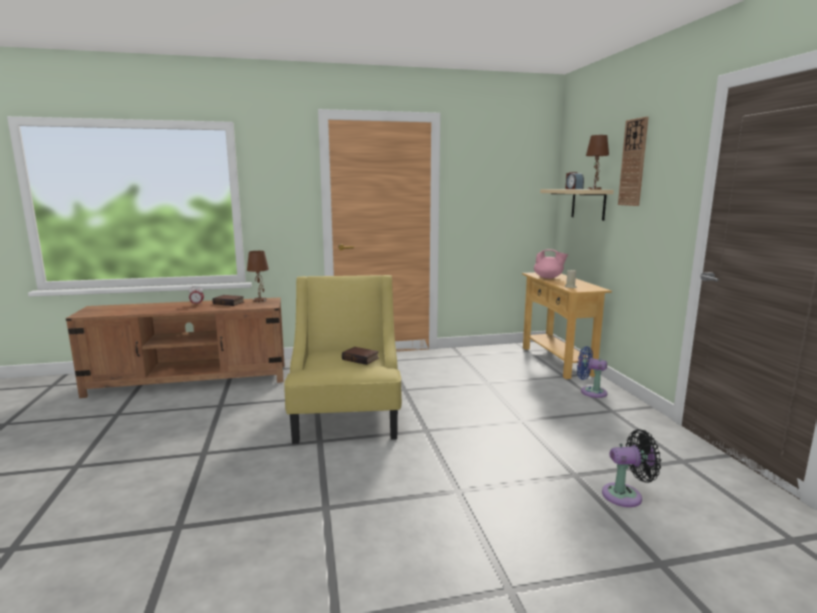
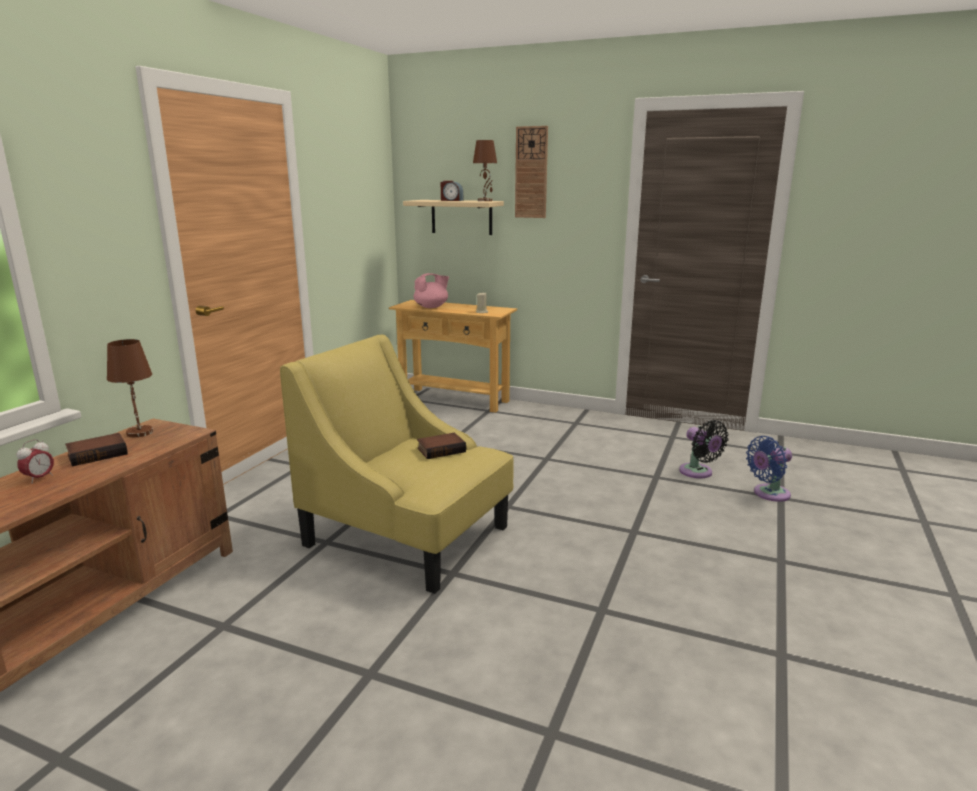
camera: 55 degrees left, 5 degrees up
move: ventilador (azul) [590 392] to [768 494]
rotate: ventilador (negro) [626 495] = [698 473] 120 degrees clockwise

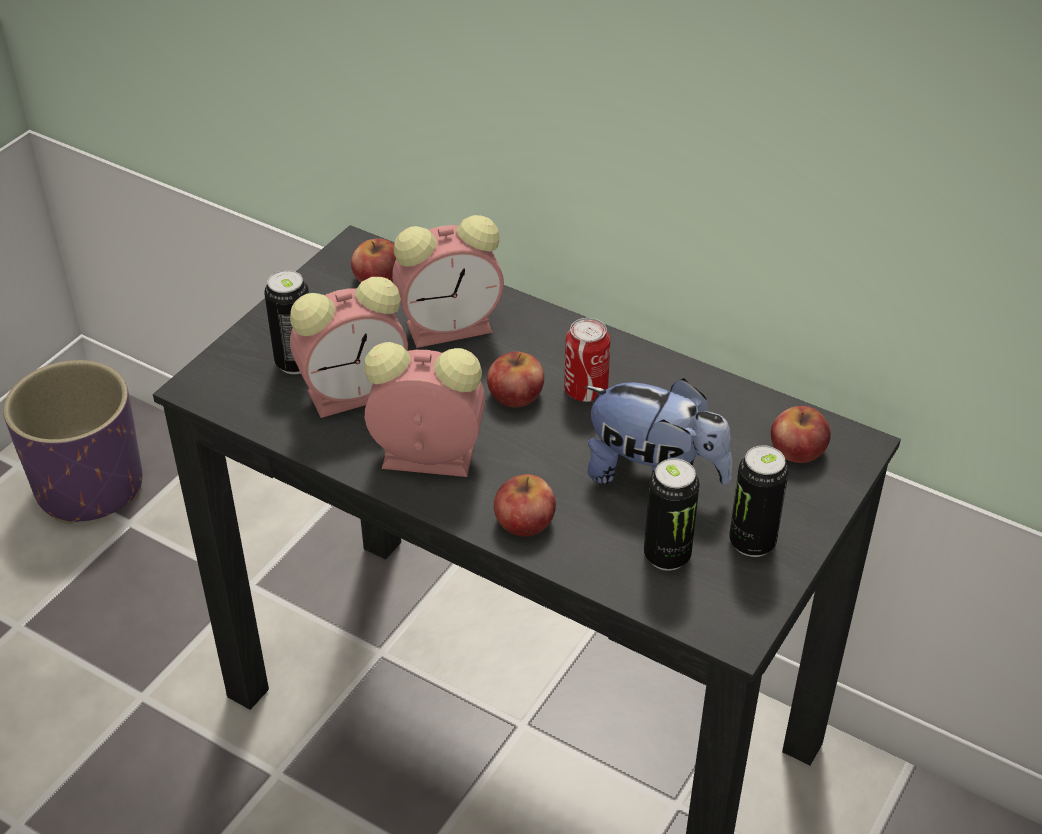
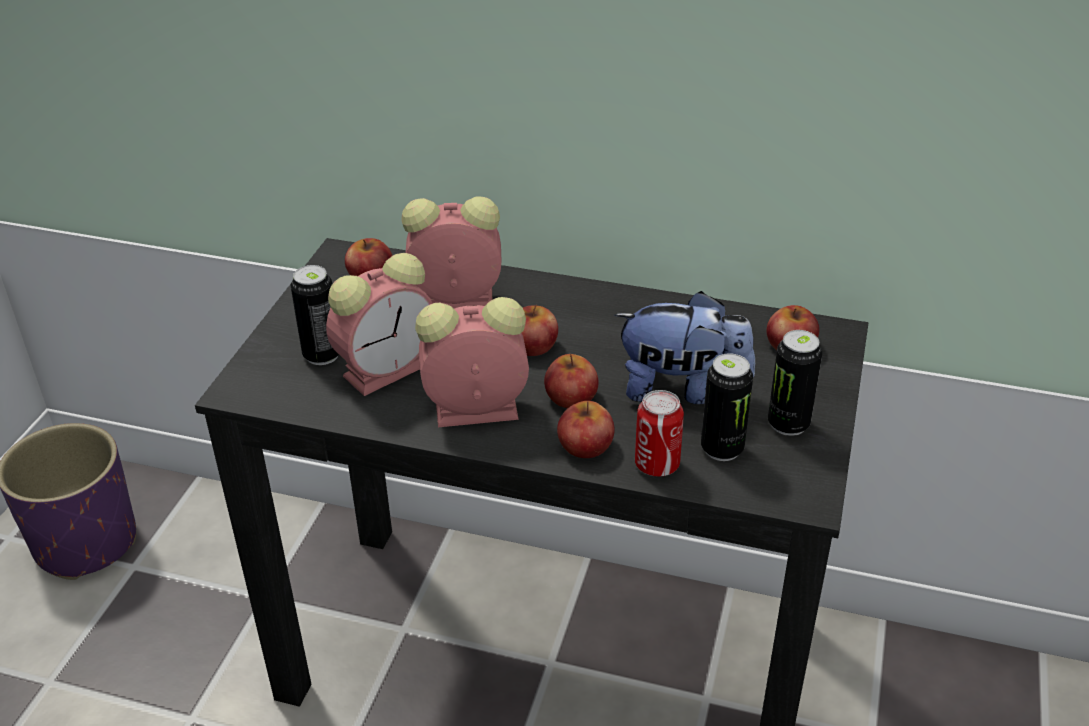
camera: 15 degrees left, 5 degrees down
insert: manzana [571 396]
move: lata [586 390] to [657 464]
rotate: despertador [452 326] = [453 301] 150 degrees counterclockwise

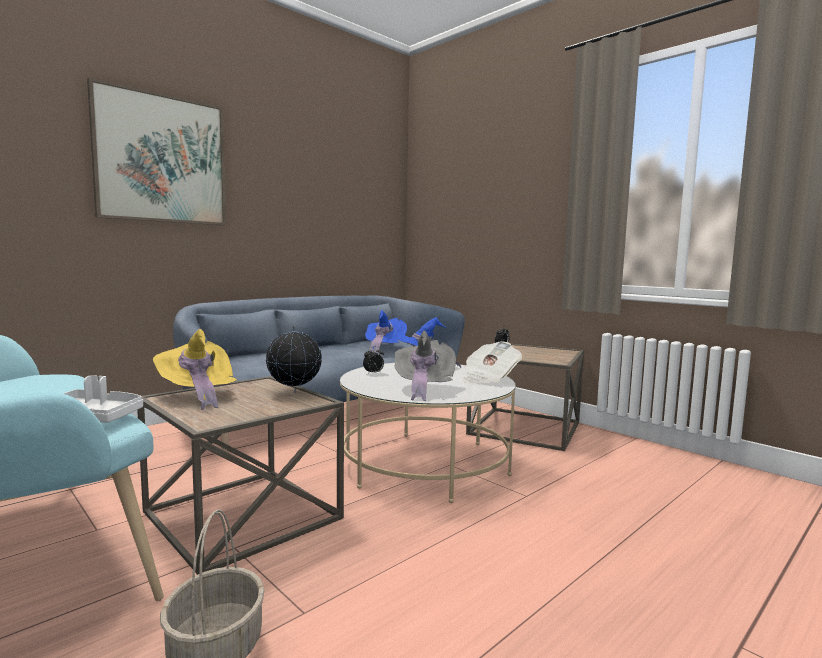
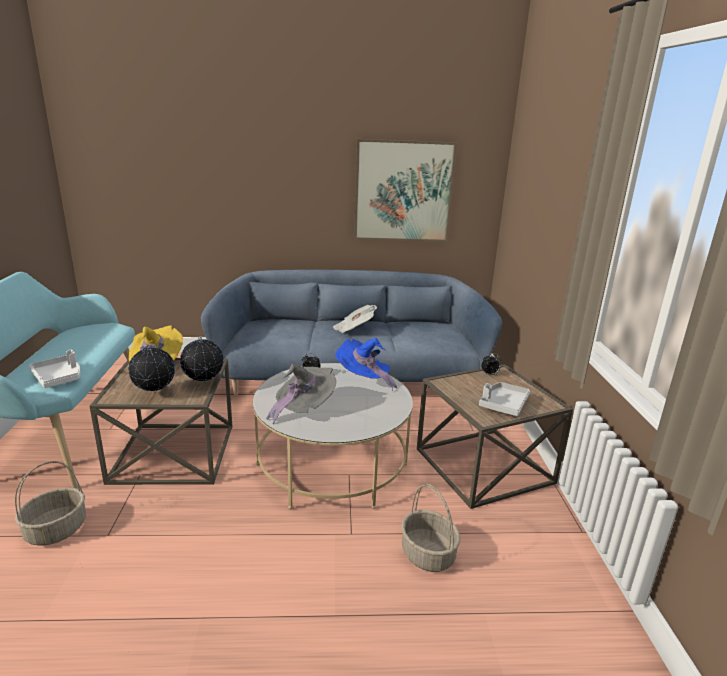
camera: 40 degrees right, 15 degrees up
delete: sombrero (azul) [383 349]
insert: globo terráqueo [155 394]; bandeja (gris) [503 405]; cesta [428 555]
move: cuadro [162 159] to [403 191]; periódico [488 379] to [354 329]

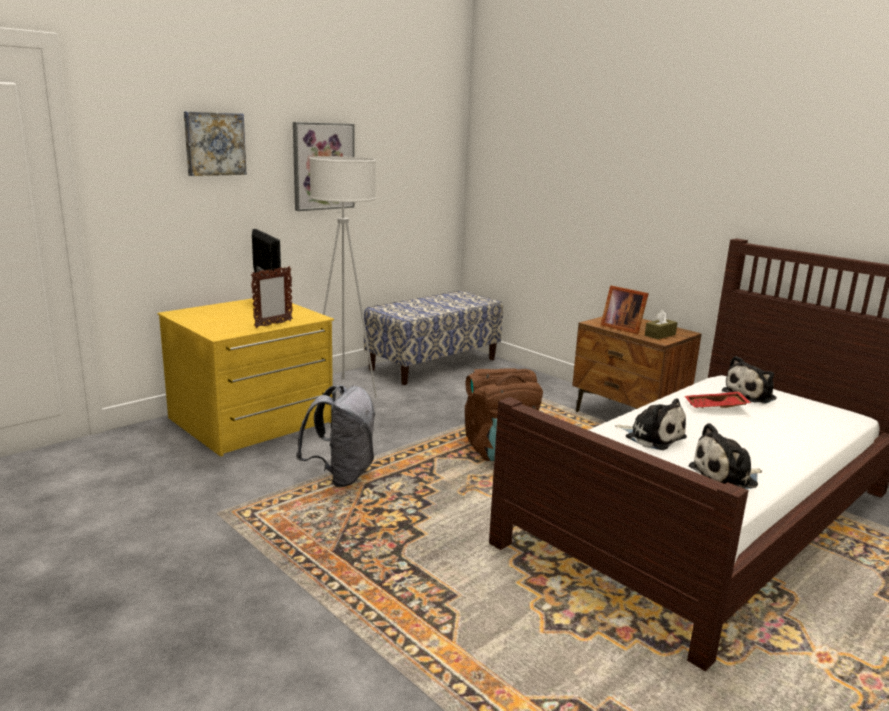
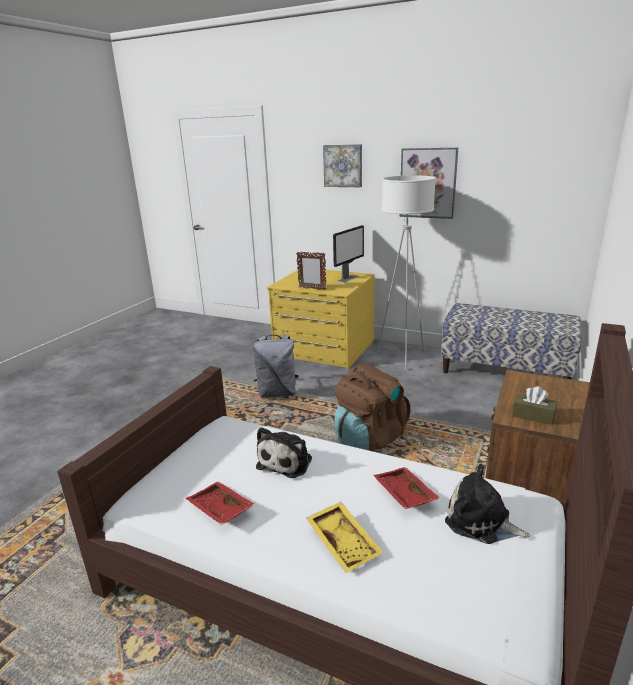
camera: 70 degrees right, 5 degrees up
delete: portarretratos [621 328]
insert: bandeja (amarillo) [344 542]
replace: peluche [726 477] to bandeja (rojo) [219 510]

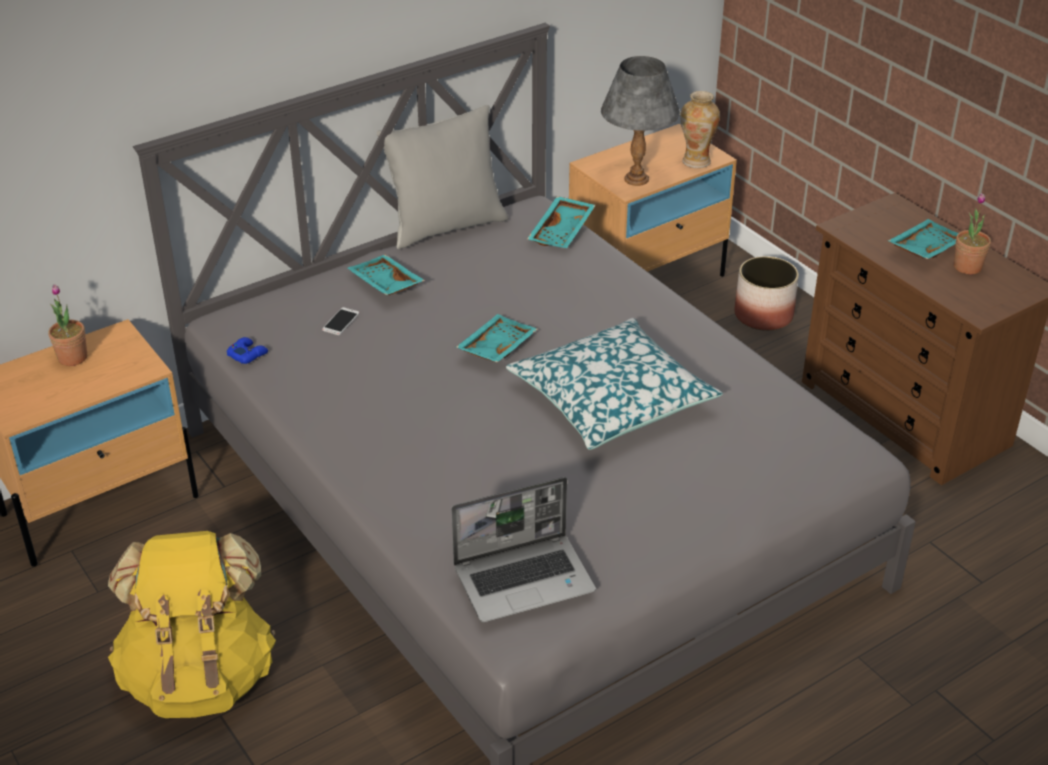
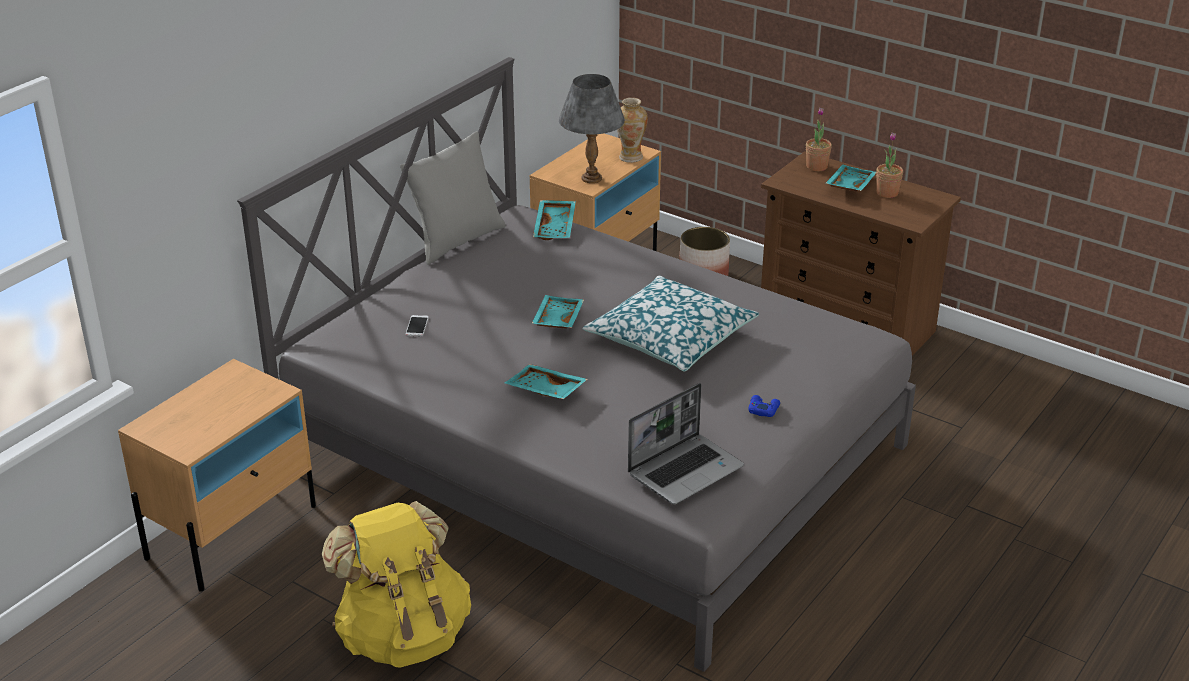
camera: 20 degrees left, 5 degrees down
move: bandeja (turquesa) [384 284] to [545 391]; planta en maceta [72 357] to [816 166]; mando de consola (azul) [247 354] to [763 409]

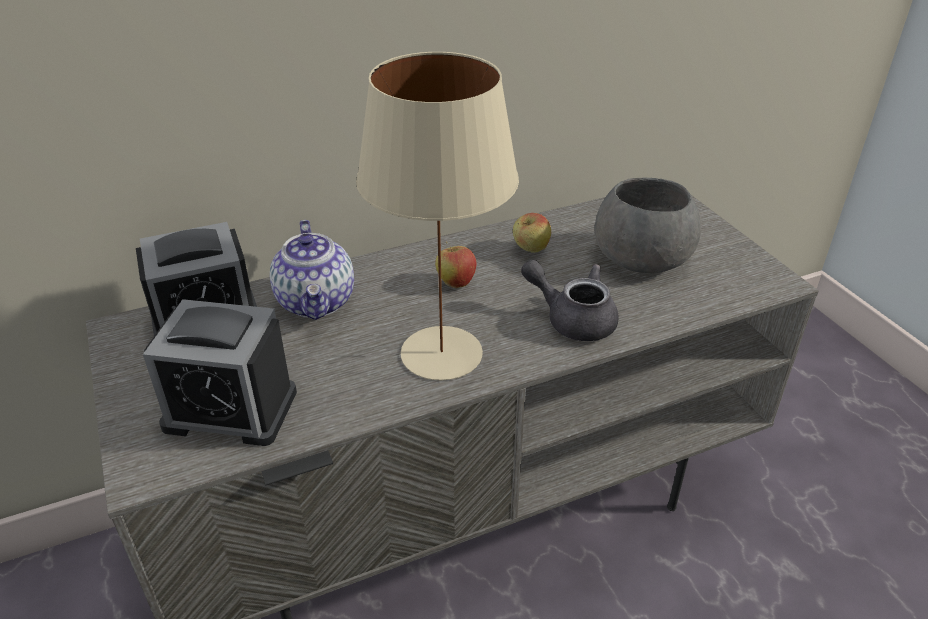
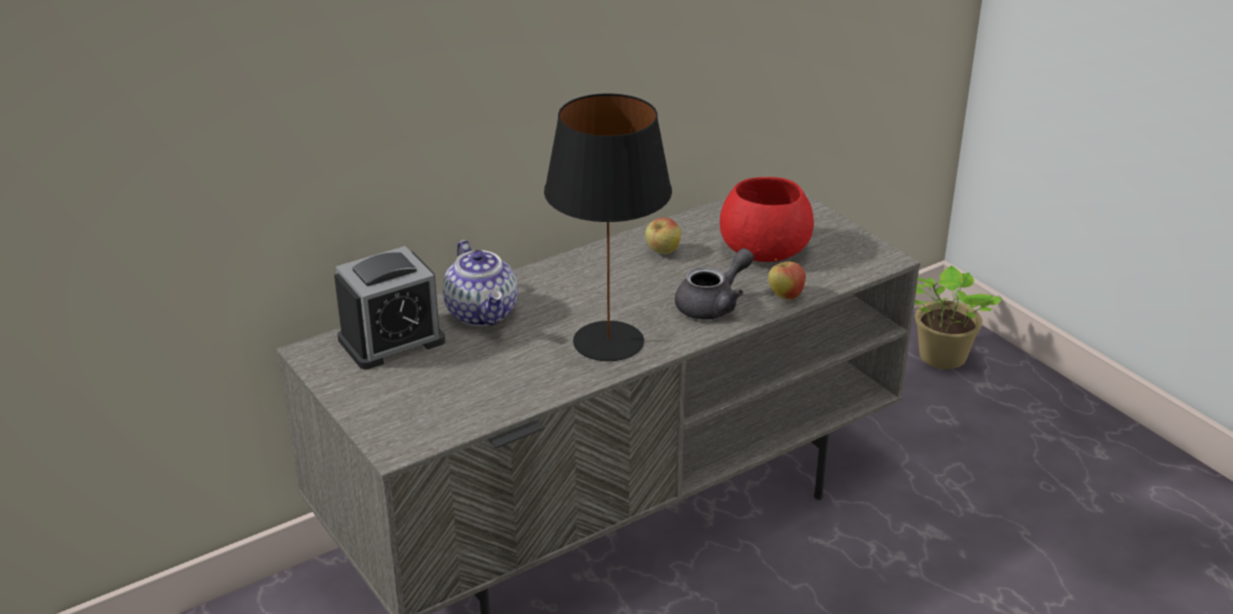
camera: 10 degrees left, 5 degrees down
delete: despertador [230 409]
insert: planta en maceta [939 358]
move: manzana [455 283] to [785 296]
recolor: lámpara de mesa (beis) [441 352] to lámpara de mesa (negro) [608 340]; cuenco (gris) [640 258] to cuenco (rojo) [762 250]
rotate: tetera (gris) [572 319] = [713 304] 120 degrees clockwise

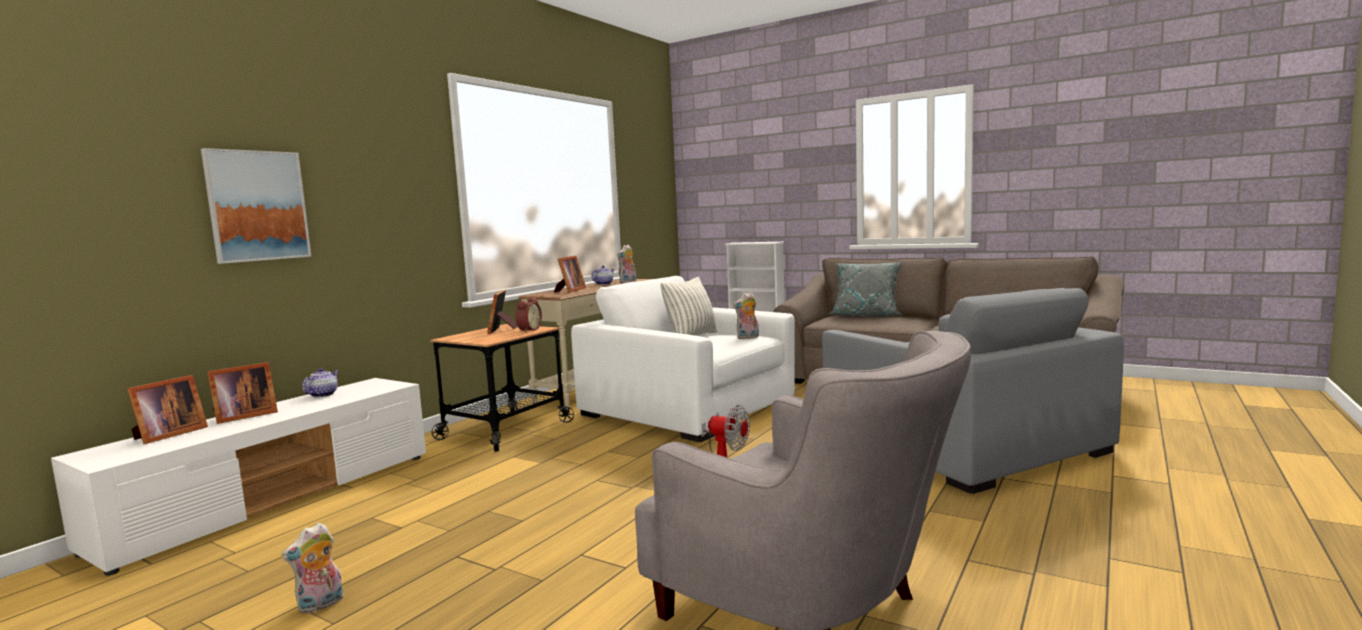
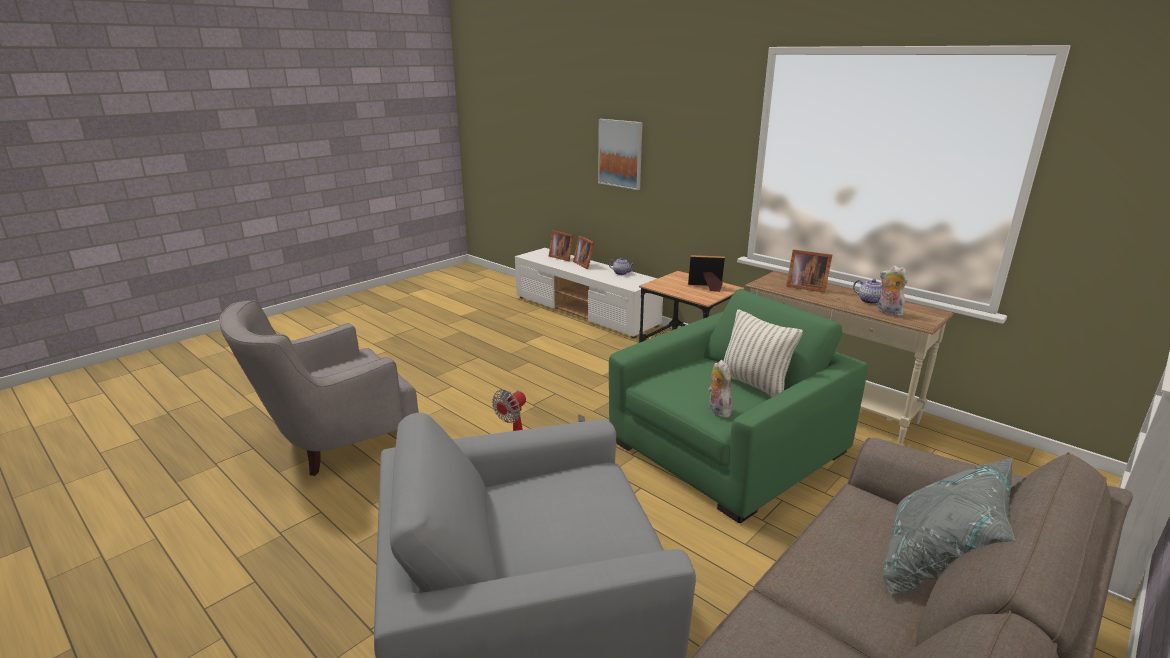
camera: 100 degrees right, 15 degrees up
delete: despertador [528 330]; peluche [320 605]
recolor: sillón (blanco) [688 409] to sillón (verde) [727 447]

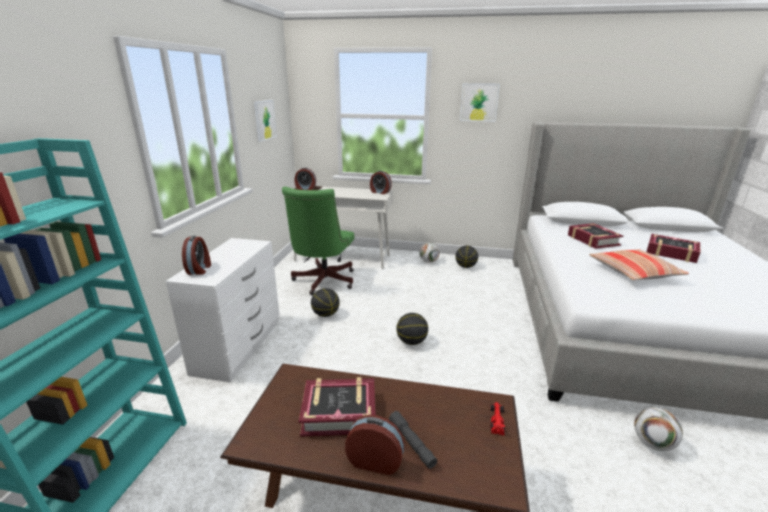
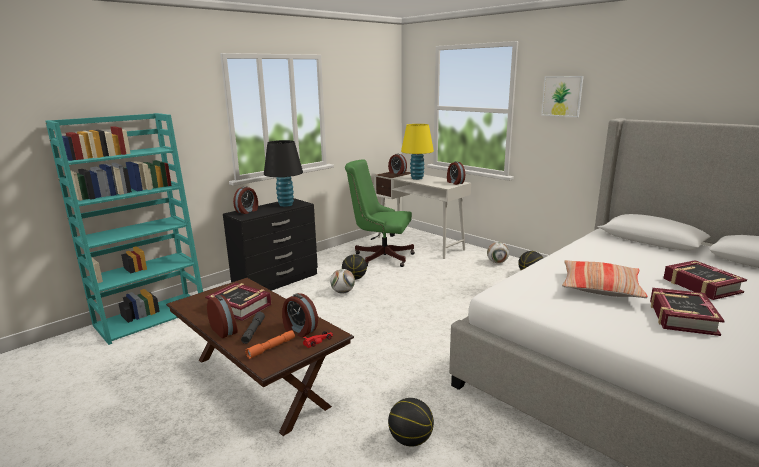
camera: 35 degrees right, 5 degrees down
delete: cuadro [264 120]
insert: lámpara de mesa (amarillo) [417 178]; lámpara de mesa (negro) [286 205]; despertador [299 330]; linterna (naranja) [271 348]
move: libro [593 240] to [681 317]; balón de baloncesto [411 341] to [410 439]; balón de fútbol [652 443] to [342 292]
recolor: cómoda (blanco) [239 346] to cómoda (negro) [277 281]
rotate: silla de oficina (verde) [322 282] = [380 257] 60 degrees clockwise

